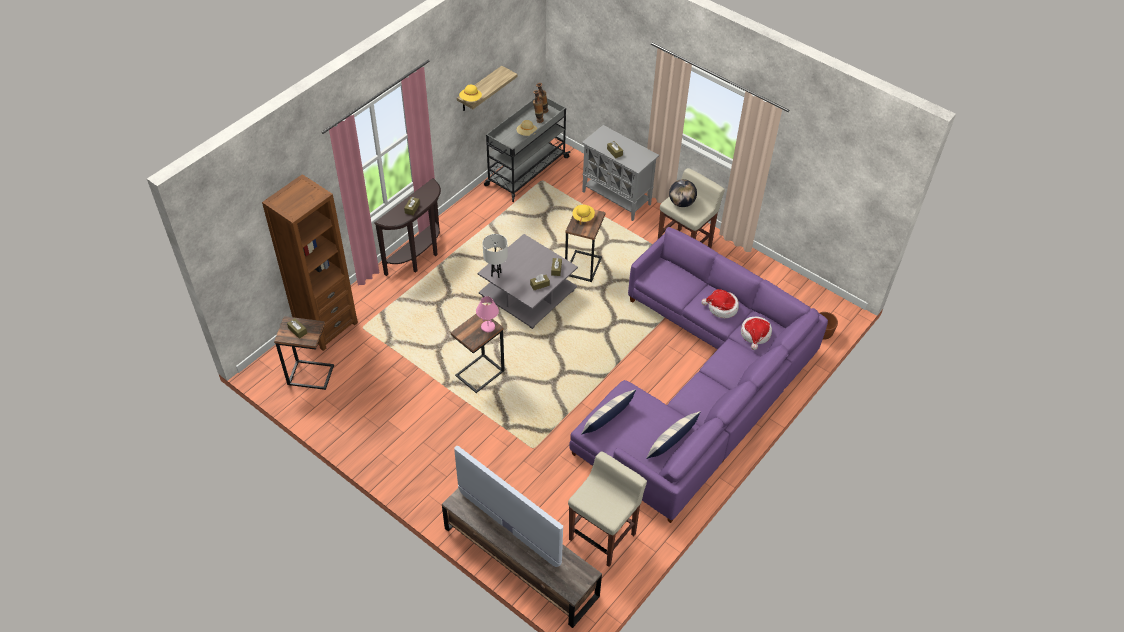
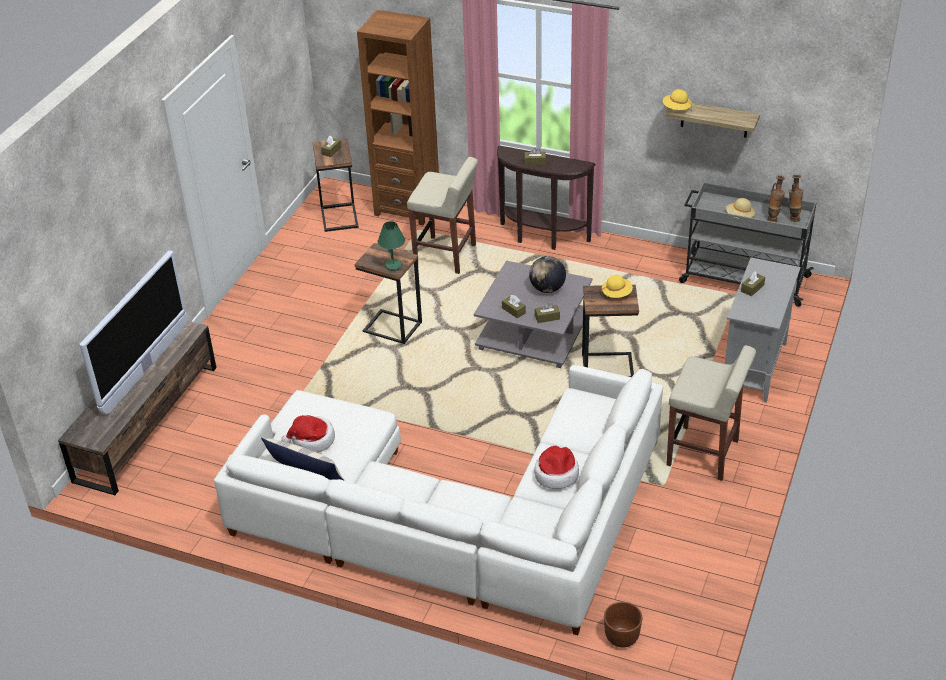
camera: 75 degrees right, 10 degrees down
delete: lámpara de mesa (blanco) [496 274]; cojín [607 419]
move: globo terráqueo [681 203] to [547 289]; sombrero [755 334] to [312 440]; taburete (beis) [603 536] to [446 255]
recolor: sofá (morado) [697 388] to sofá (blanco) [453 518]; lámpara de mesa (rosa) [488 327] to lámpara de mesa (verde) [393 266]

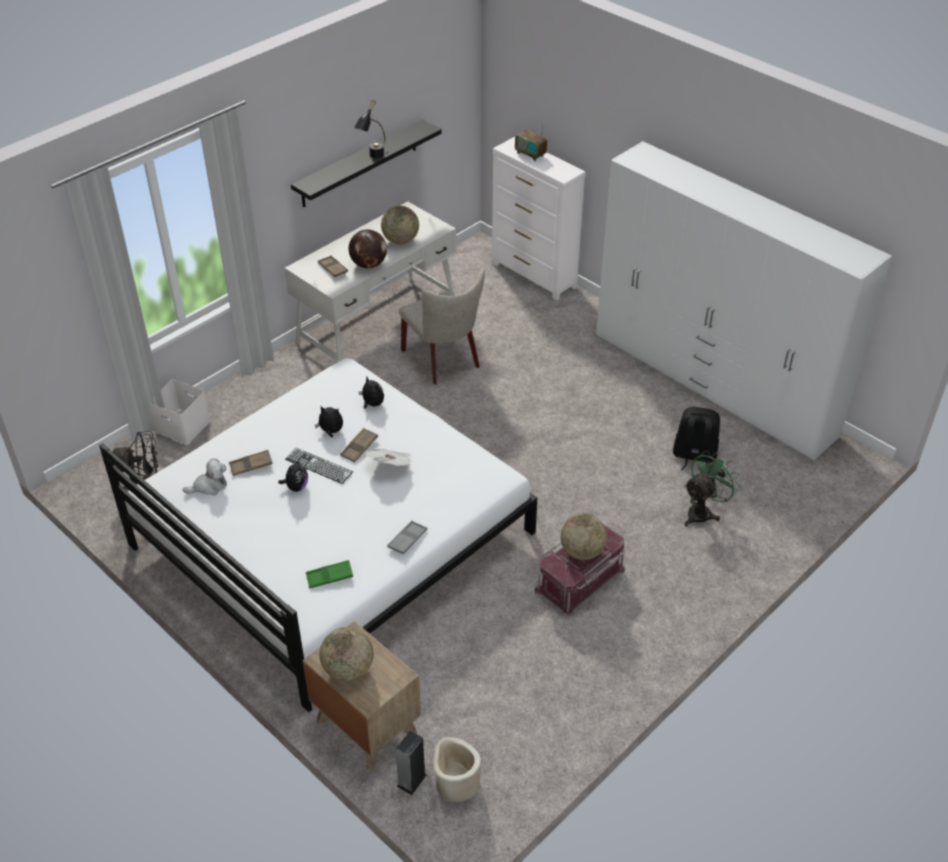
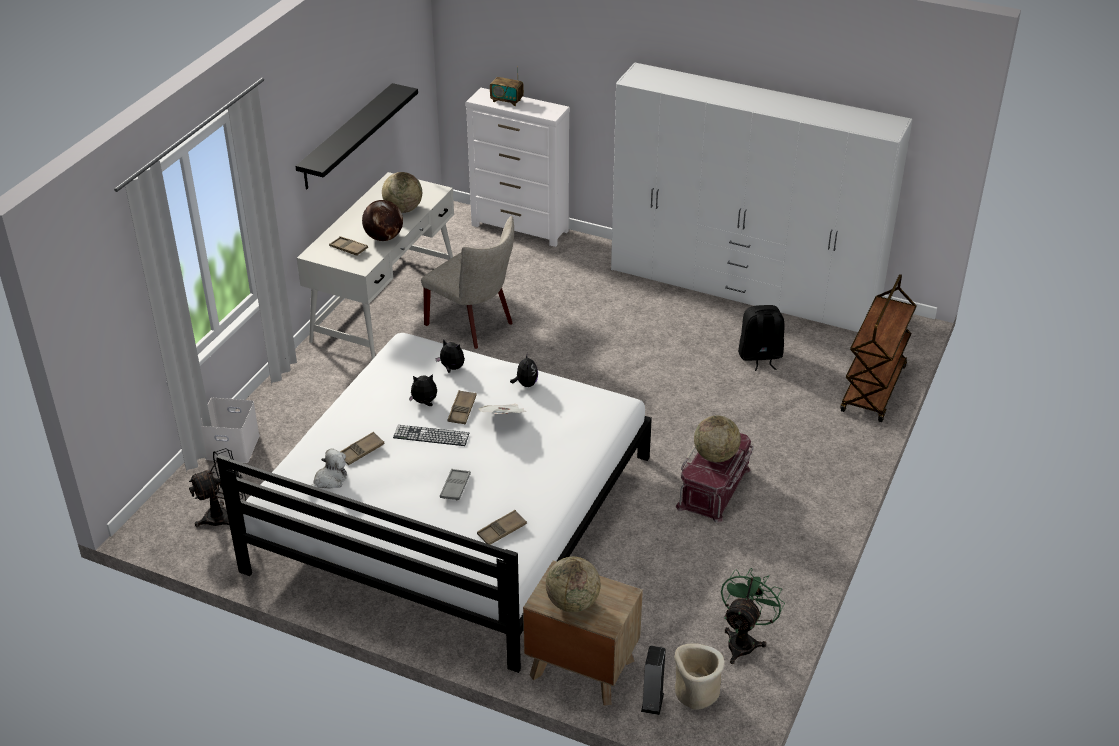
camera: 20 degrees left, 5 degrees down
delete: lámpara de mesa (negro) [373 157]
insert: carrito (marrón) [874 390]
move: ventilador (verde) [703 512] to [744 641]; peluche [296 487] to [525 384]; bandeja (gris) [407 540] to [455 487]
recolor: bandeja (verde) [329 577] to bandeja (marrón) [502 530]

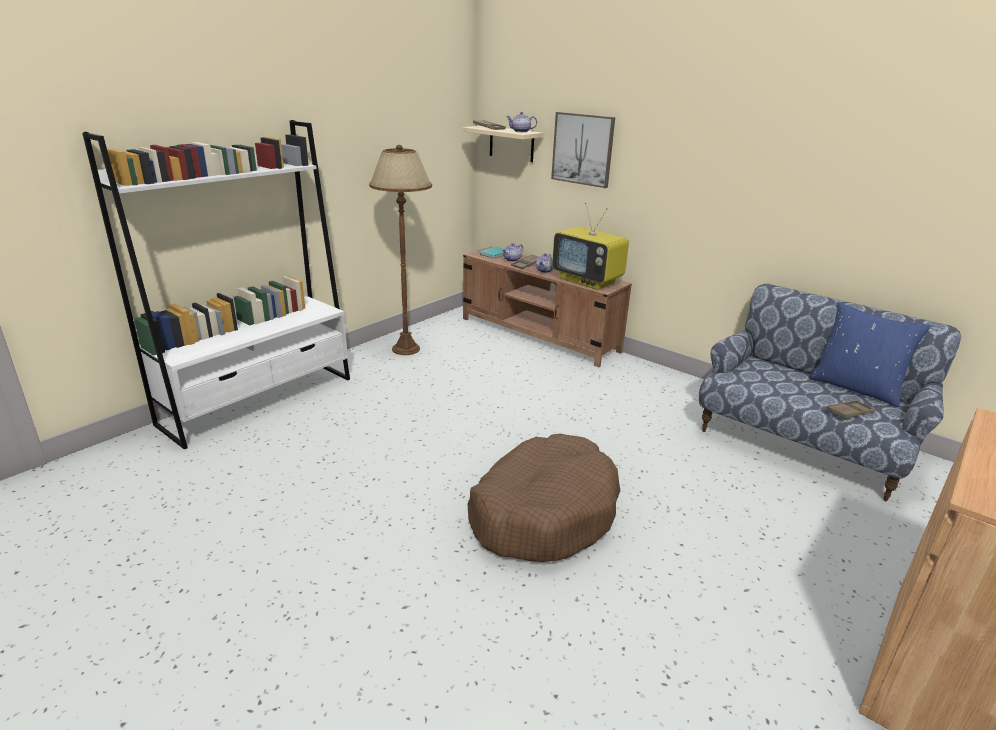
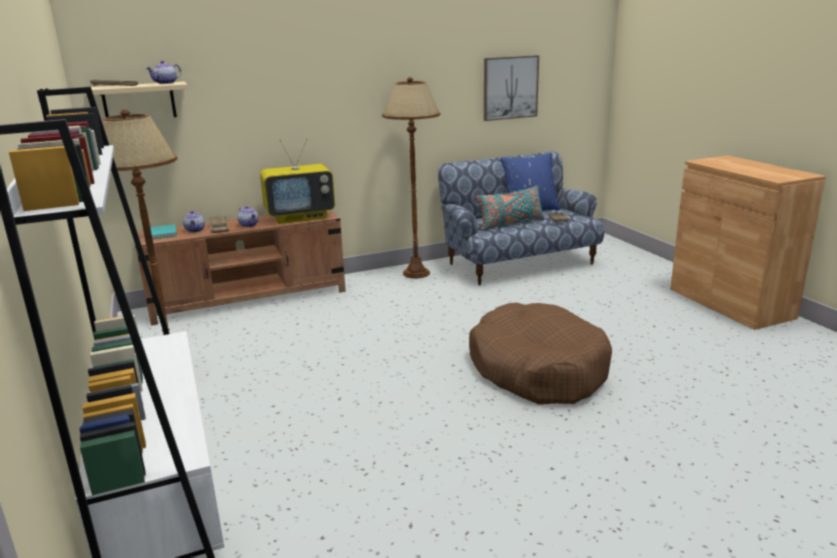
camera: 60 degrees left, 5 degrees down
insert: lámpara de pie (marrón) [416 273]; cojín (turquesa) [511 224]
move: cuadro [583 149] to [510 87]

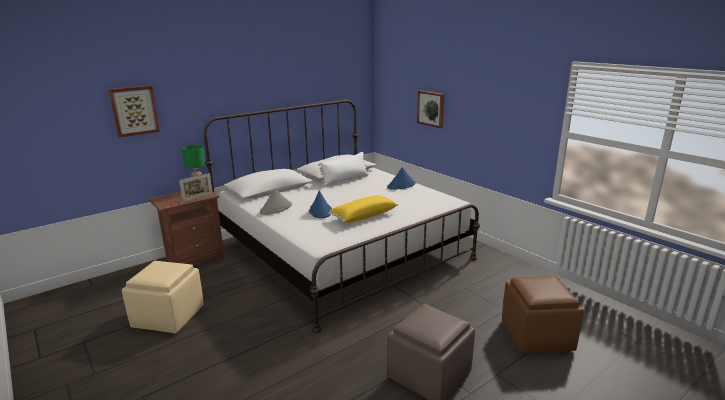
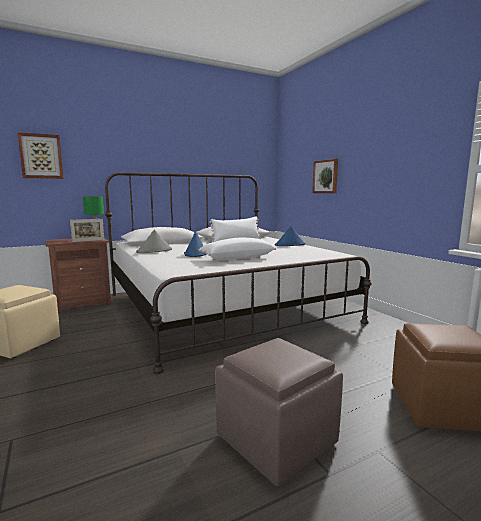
camera: 10 degrees right, 10 degrees down
recolor: cojín (amarillo) [363 216] to cojín (blanco) [237 258]

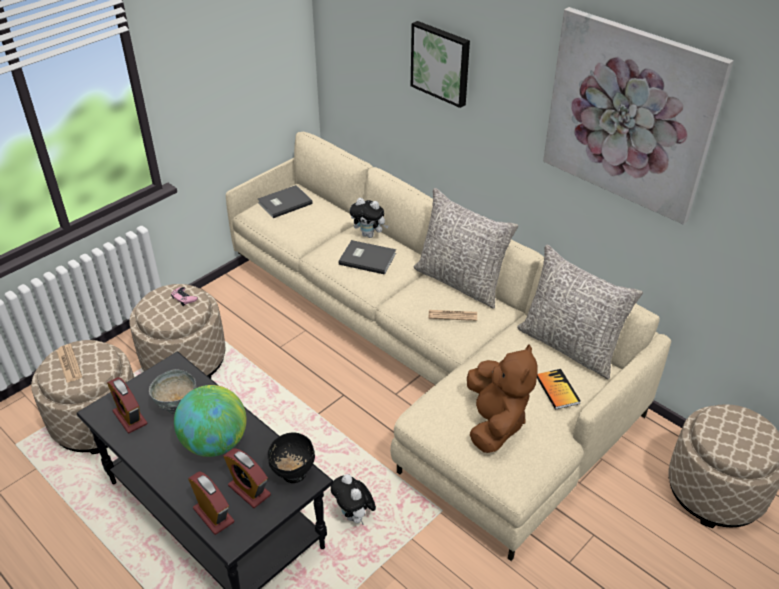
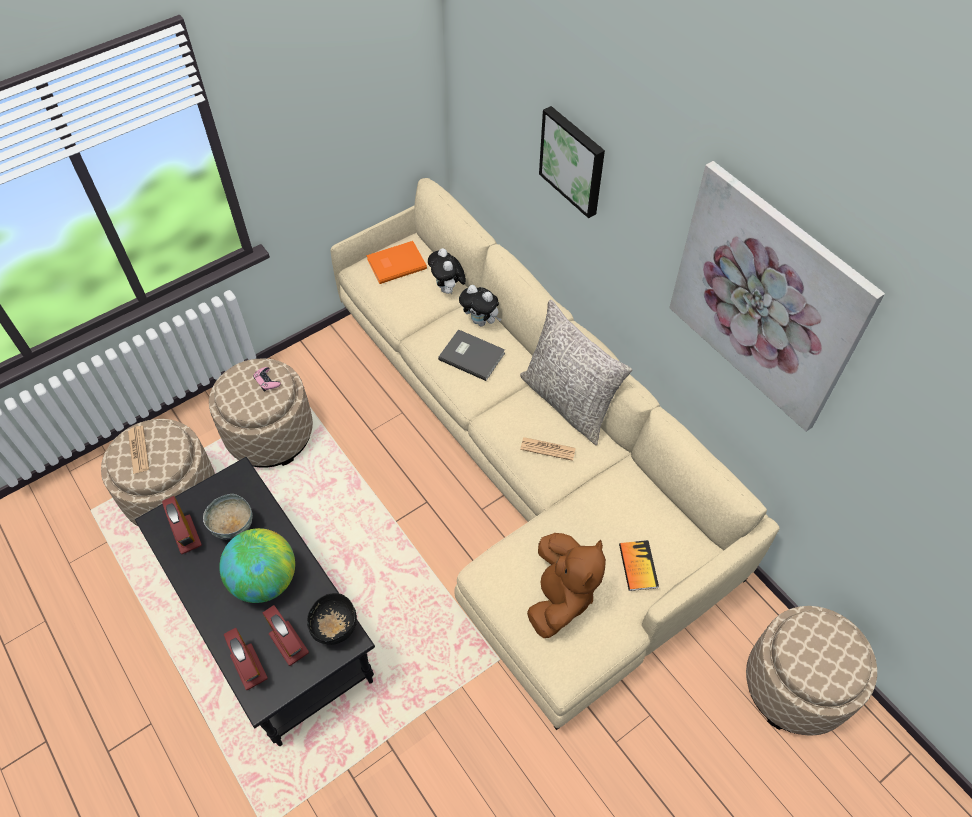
camera: 10 degrees right, 15 degrees up
delete: cojín (gris) [569 346]
move: peluche [354 516] to [448 289]
recolor: libro (gris) [283 203] to libro (naranja) [395 263]

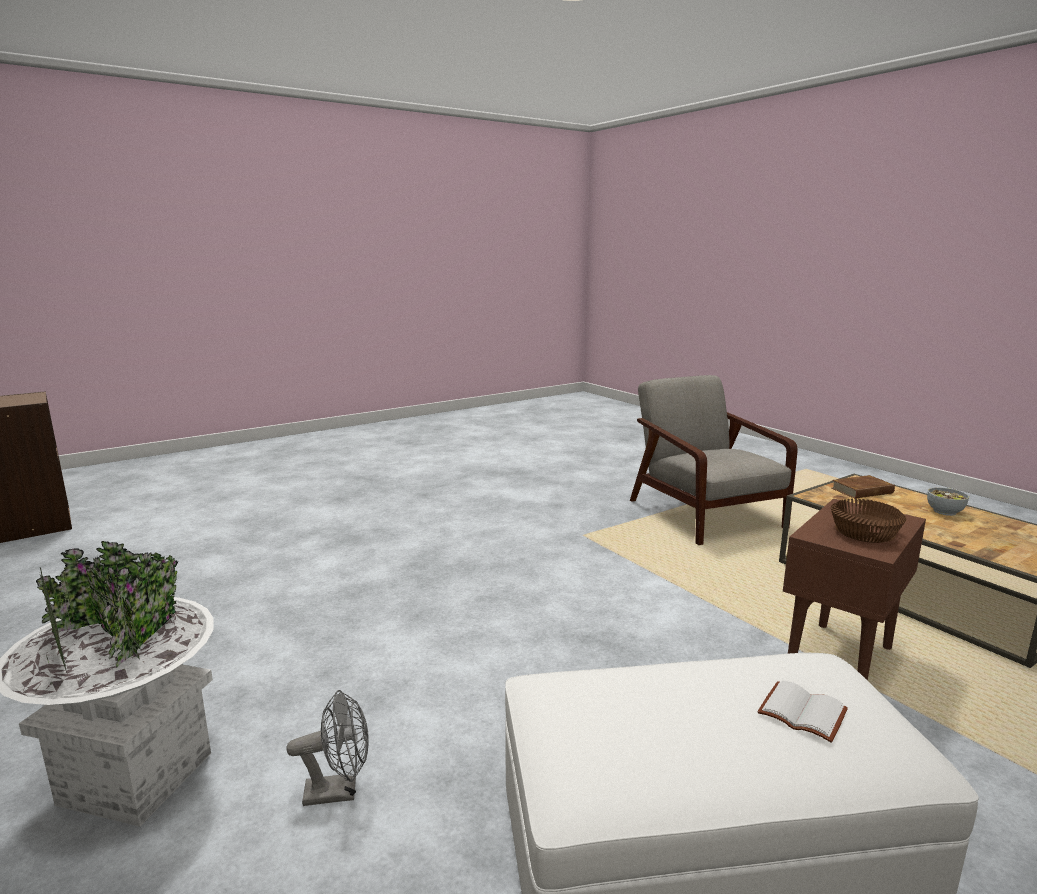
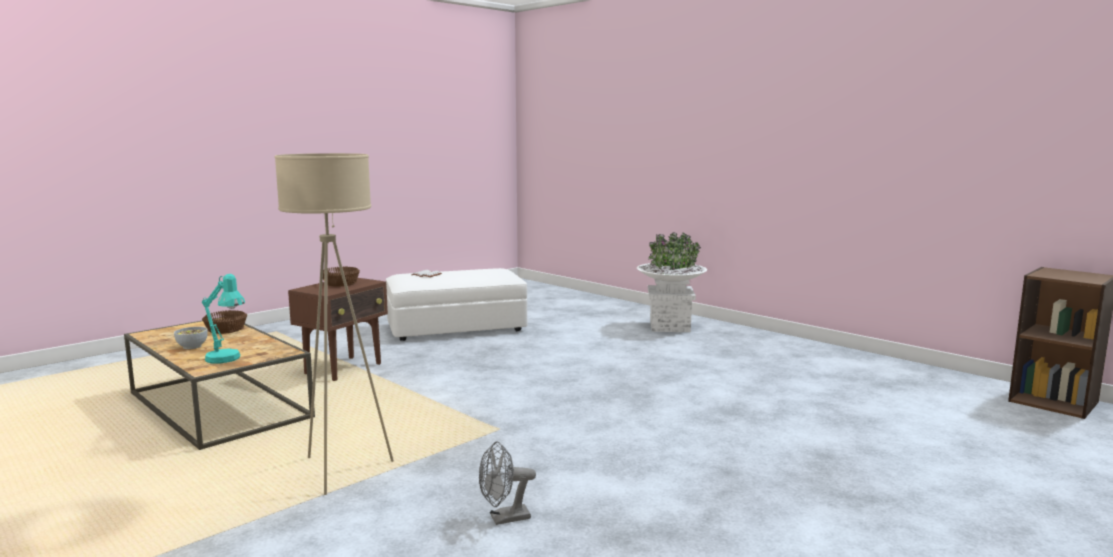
camera: 170 degrees right, 5 degrees down
insert: cuenco (marrón) [225 329]
move: ventilador (gris) [339 791] to [504 519]
replace: sillón (gris) [703 513] to lámpara de pie (beis) [341 470]; libro (marrón) [862 491] to lámpara de mesa (turquesa) [227 359]

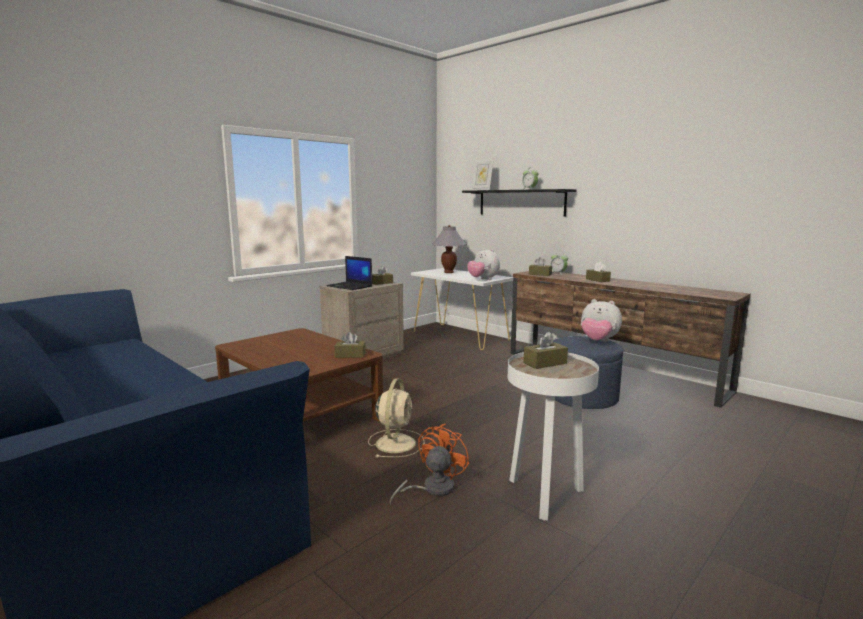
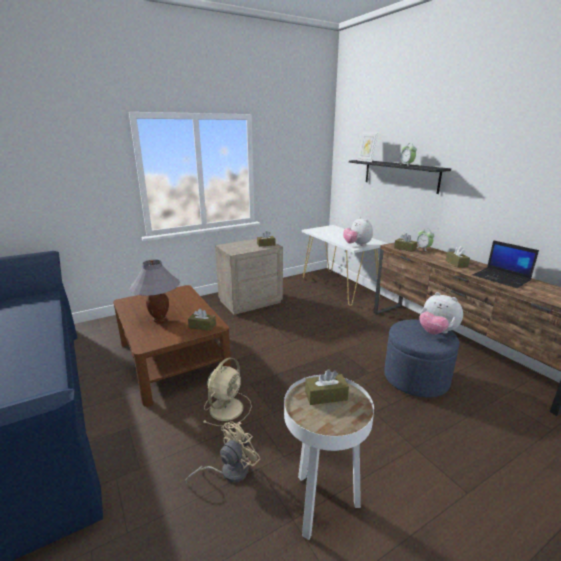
camera: 15 degrees right, 10 degrees up
move: lámpara de mesa (gris) [448 272] to [159 320]; portátil [350 286] to [502 278]
recolor: ventilador (naranja) [432 489] to ventilador (beis) [229 471]

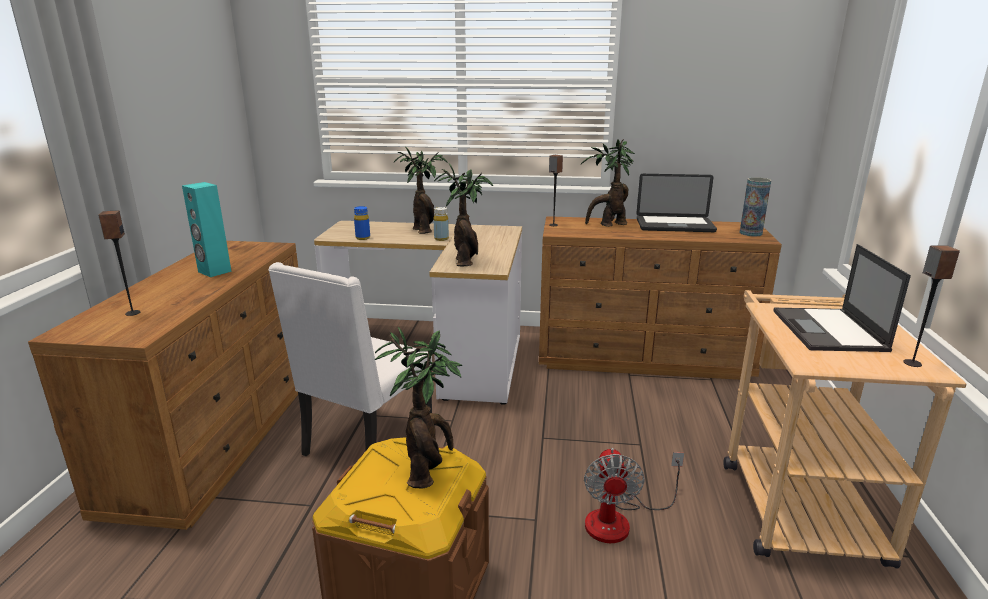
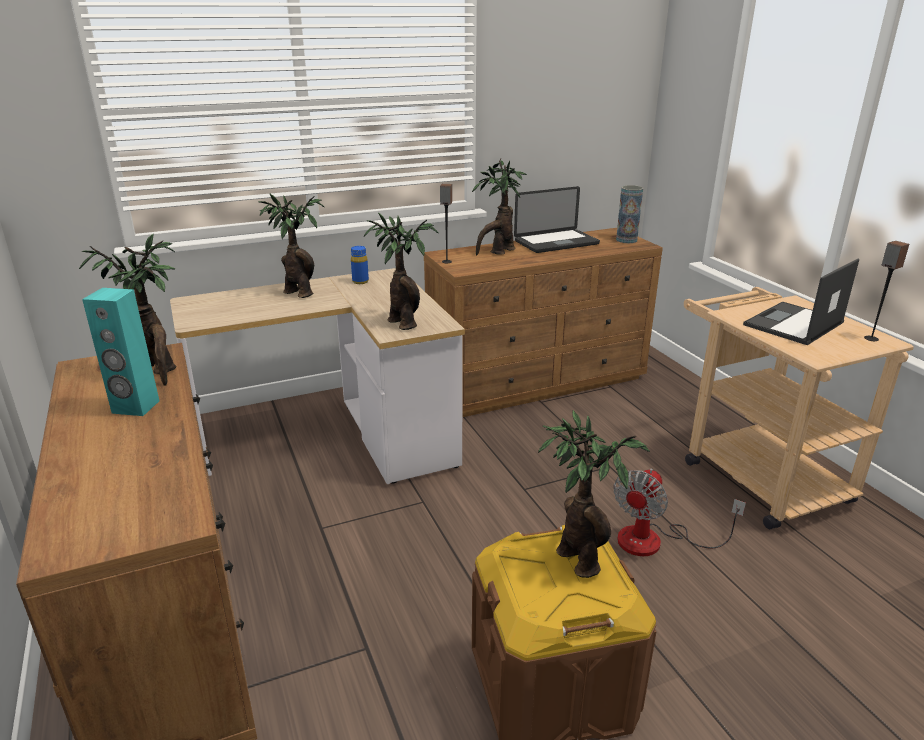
camera: 30 degrees left, 5 degrees up
delete: botella (amarillo) [441 239]; altavoz [132 313]; silla (blanco) [365 442]
insert: planta en maceta [157 371]
move: botella (azul) [363 238] to [360 281]
rotate: portátil [829 331] = [793 324] 75 degrees clockwise; ventilador [619 520] = [655 541] 60 degrees clockwise

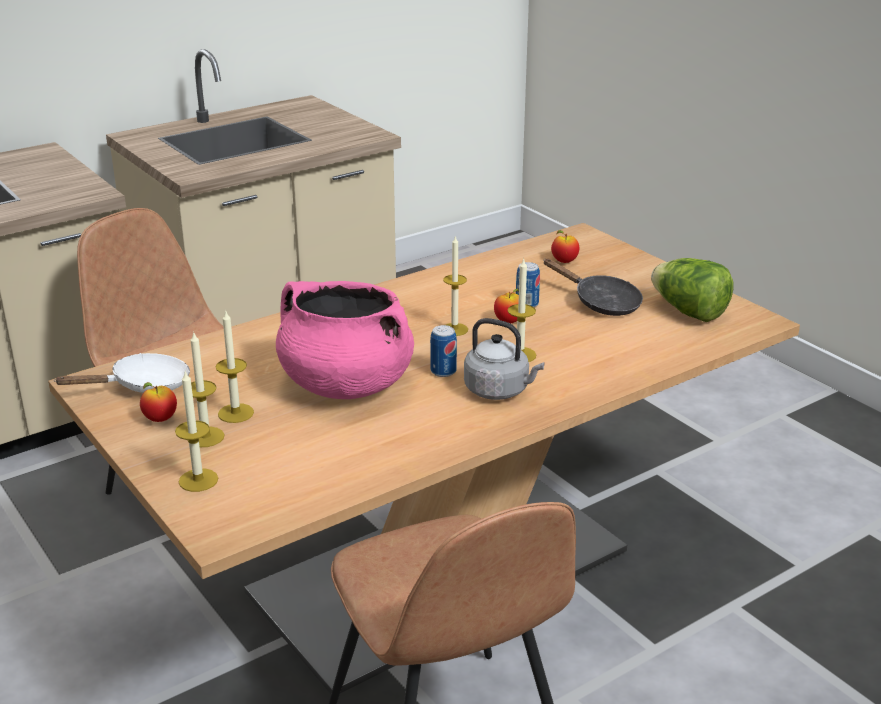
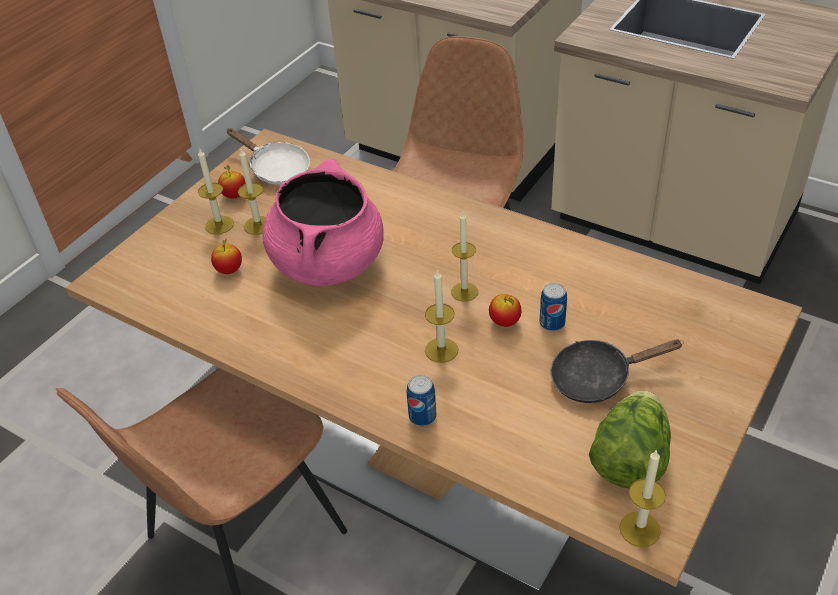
camera: 70 degrees right, 15 degrees up
delete: hervidor (gris) [499 391]
move: manzana [564 261] to [229 270]; lata [443 371] to [422 416]; vela [198 480] to [640 529]
rotate: sartén (negro) [601 302] = [597 378] 60 degrees clockwise

